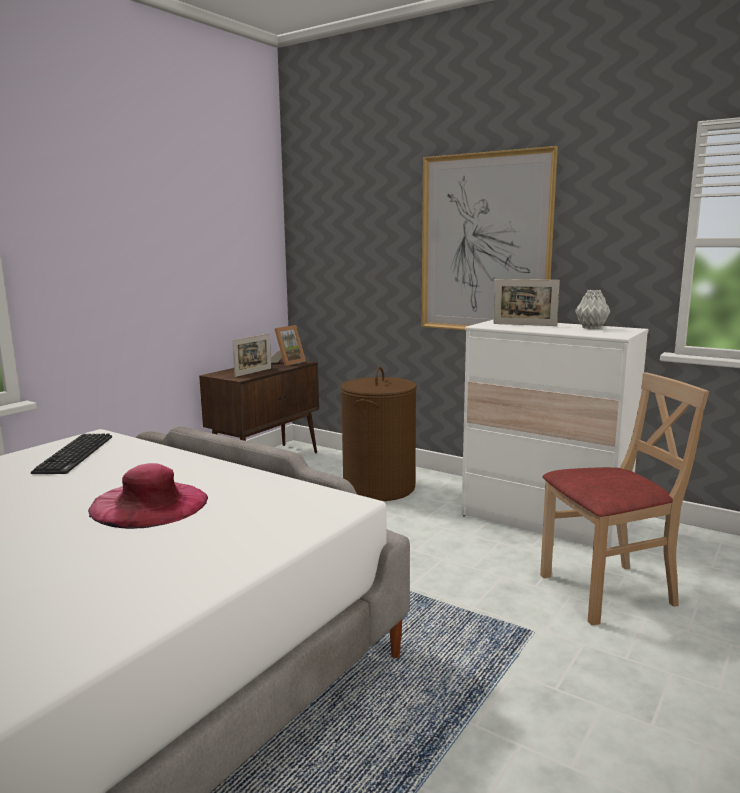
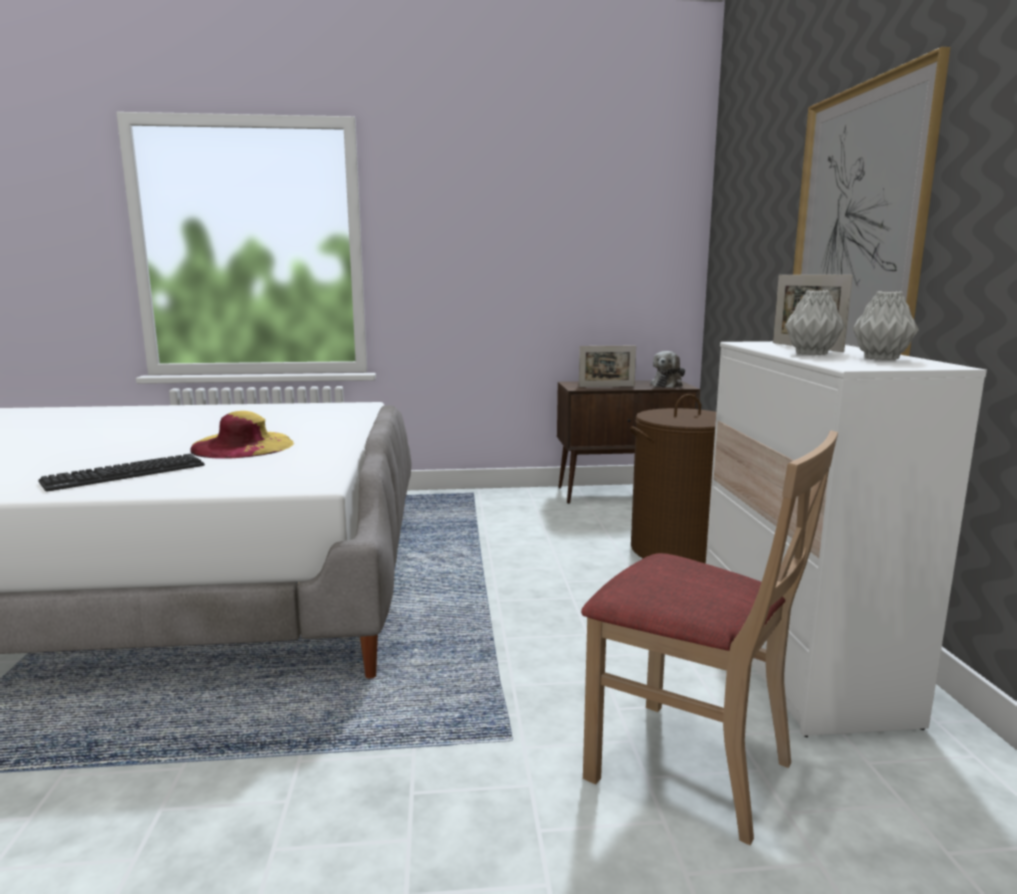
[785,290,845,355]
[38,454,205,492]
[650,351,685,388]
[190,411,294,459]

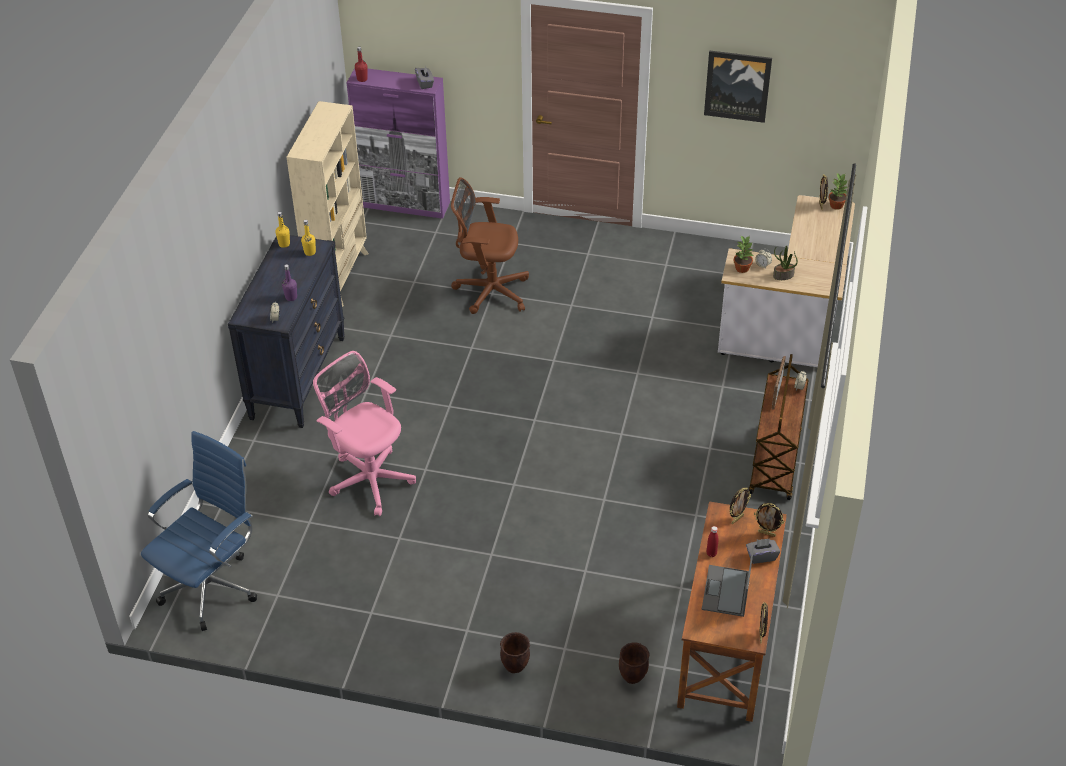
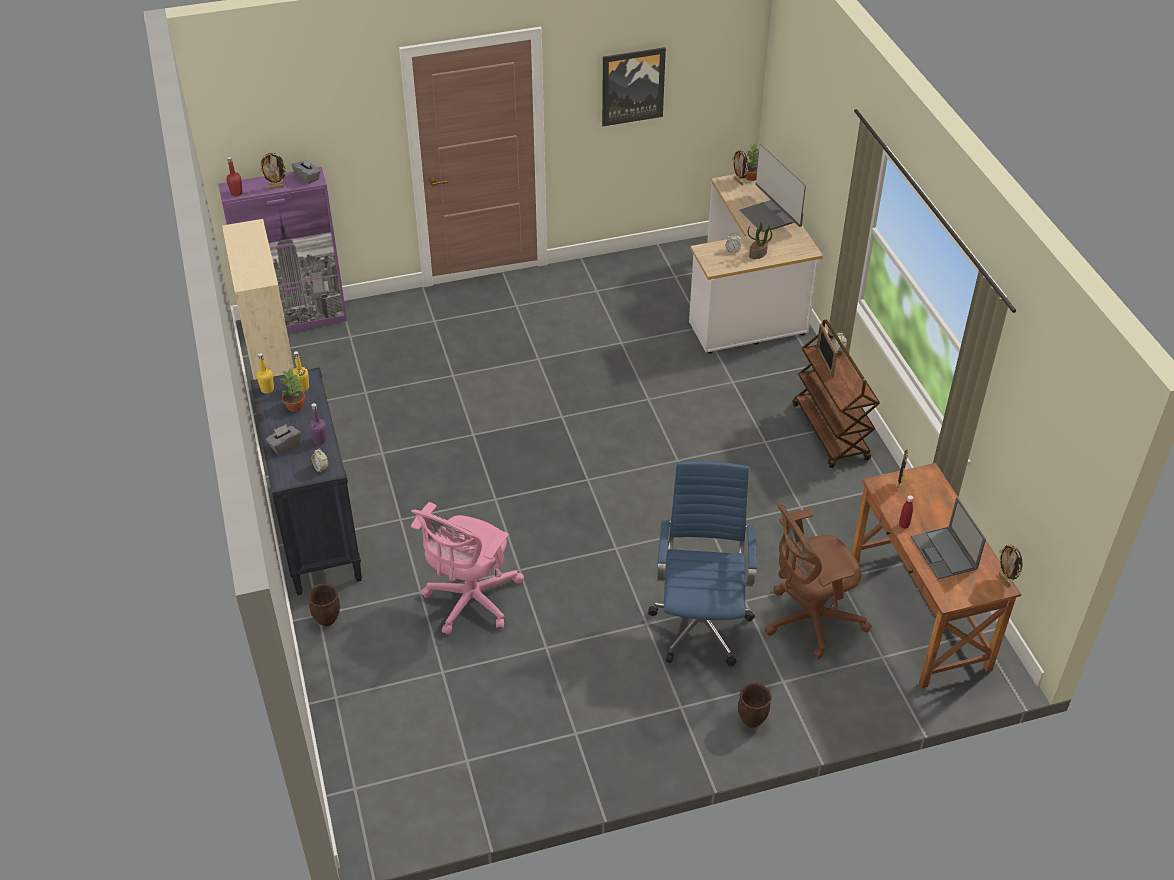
[739,144,806,232]
[648,461,757,667]
[765,503,872,659]
[308,583,340,626]
[280,367,305,412]
[266,424,301,455]
[259,152,287,188]
[411,502,524,635]

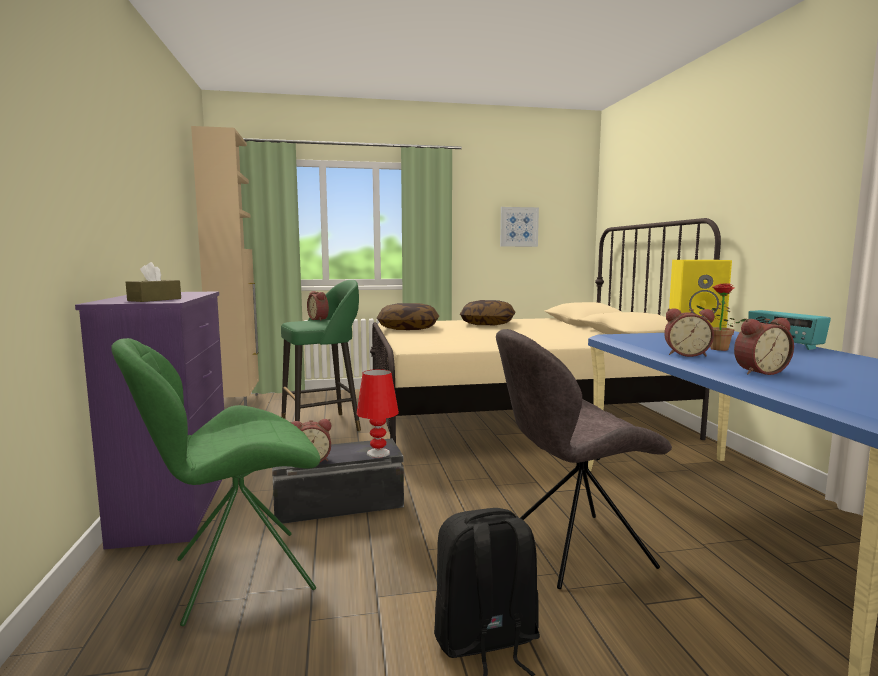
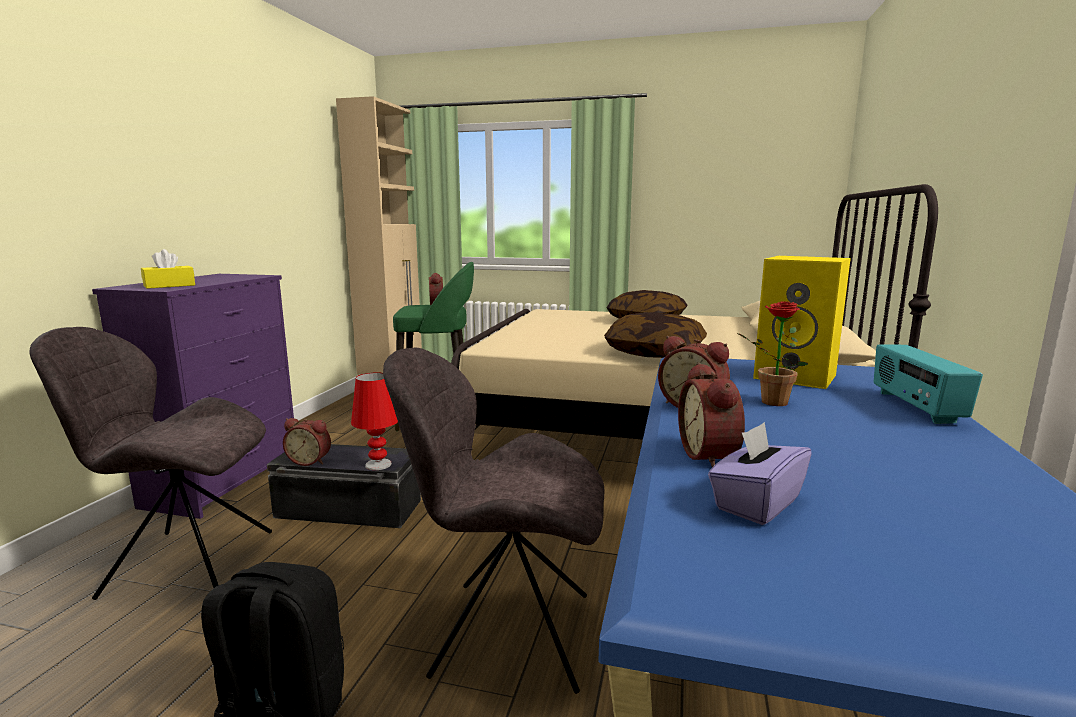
[500,207,539,247] (first image)
[708,422,812,525]
[604,312,707,358]
[30,327,272,600]
[141,249,195,289]
[678,363,745,467]

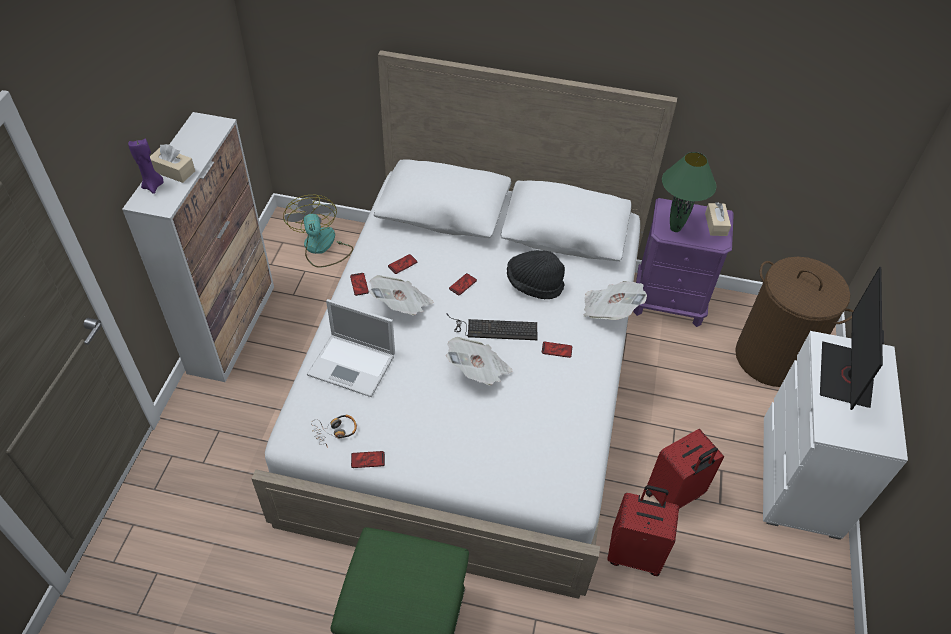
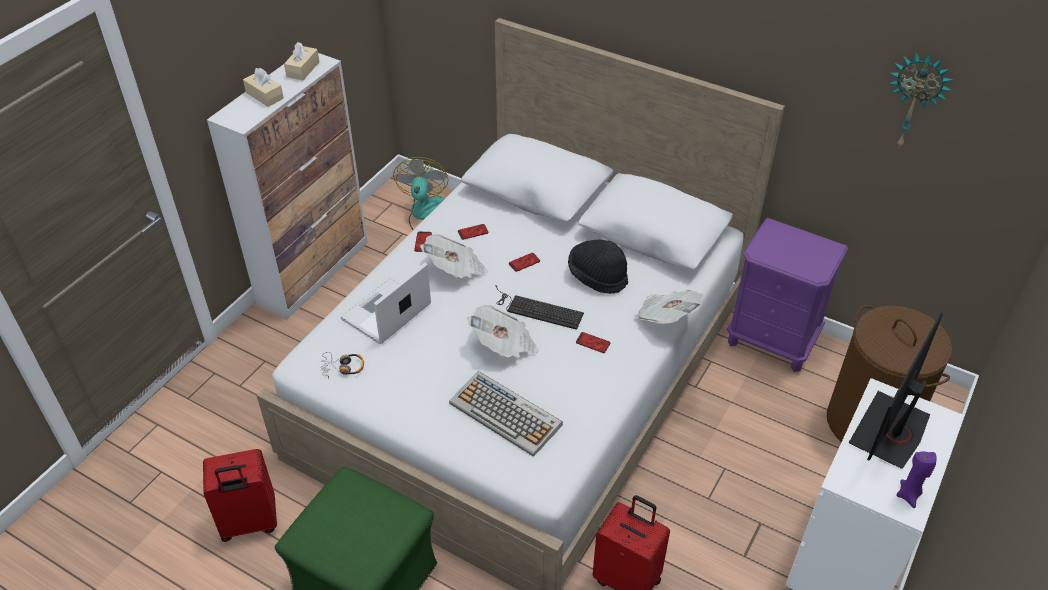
[351,451,385,468] (first image)
[662,152,716,232] (first image)
[449,371,563,457]
[888,53,954,147]
[896,451,936,508]
[203,449,277,542]
[284,42,319,80]
[341,263,431,344]

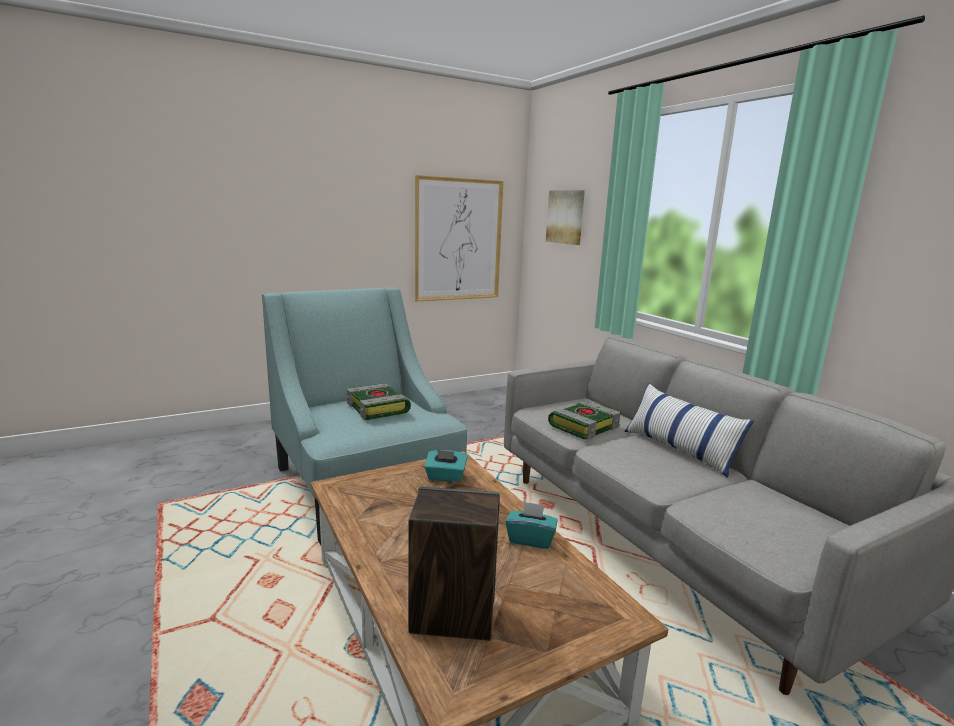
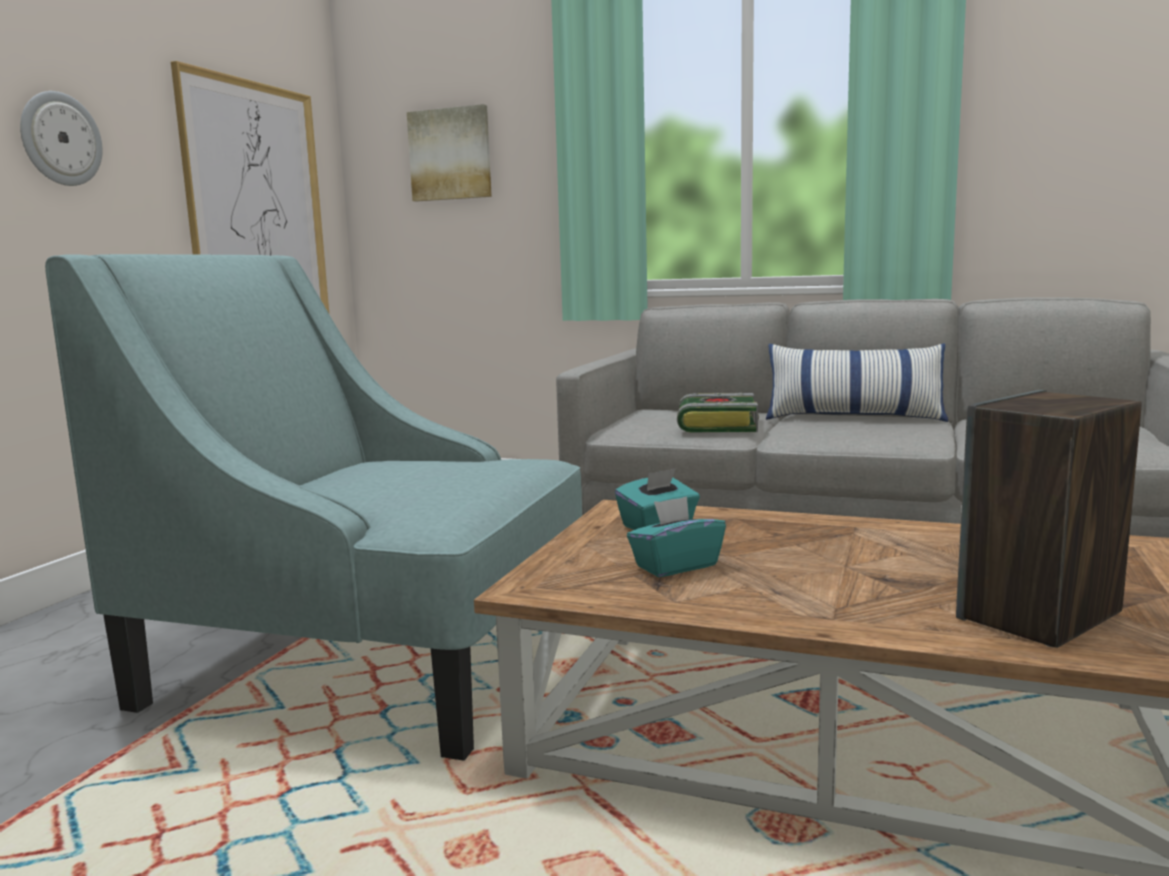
[347,383,411,420] (first image)
[20,91,103,186]
[627,496,726,577]

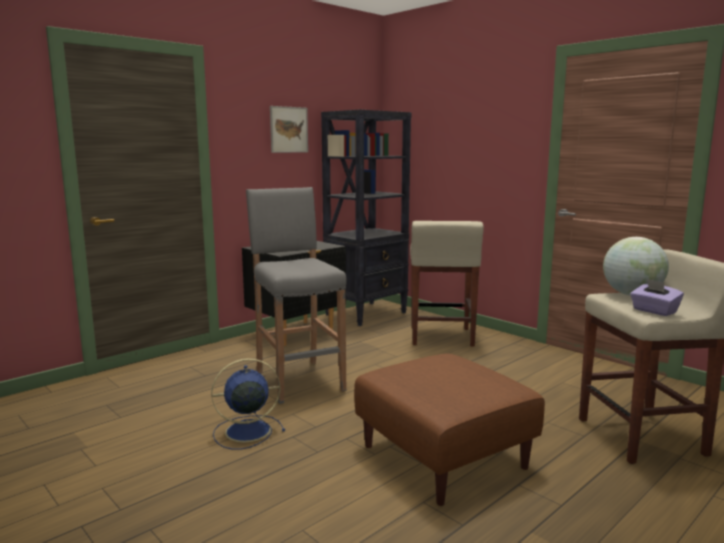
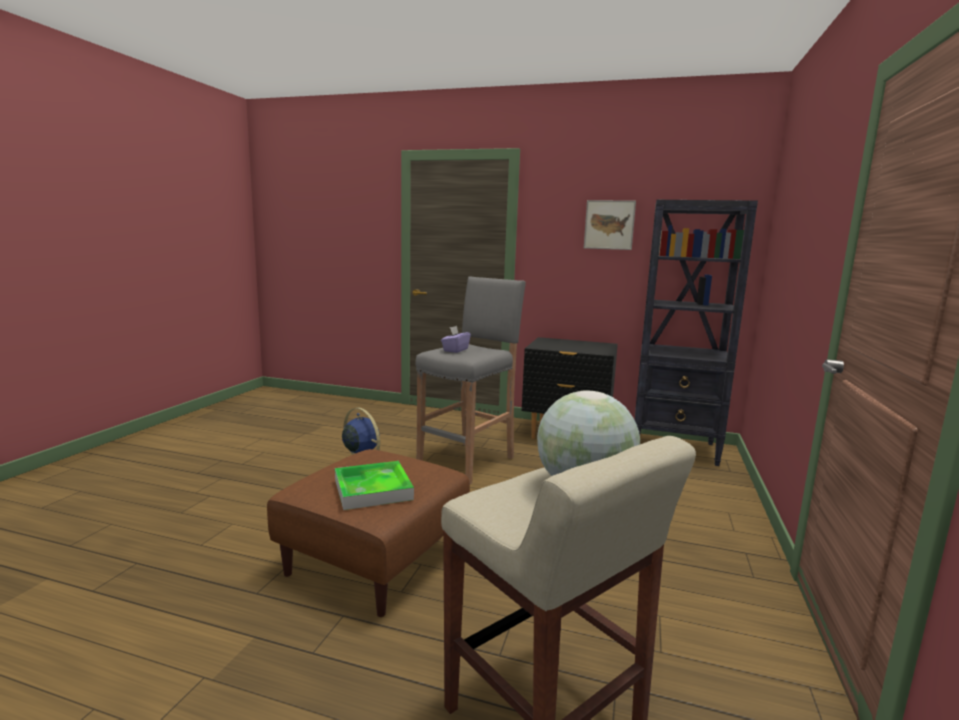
[410,221,484,347] (first image)
[335,461,414,510]
[441,326,471,353]

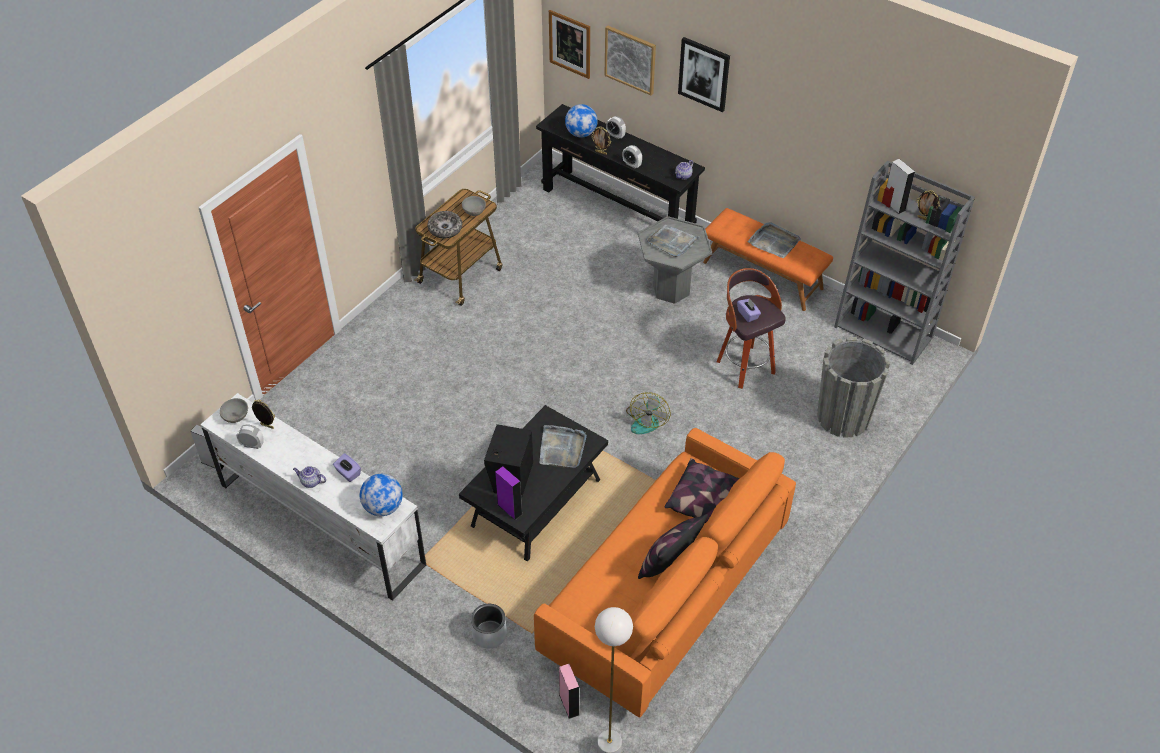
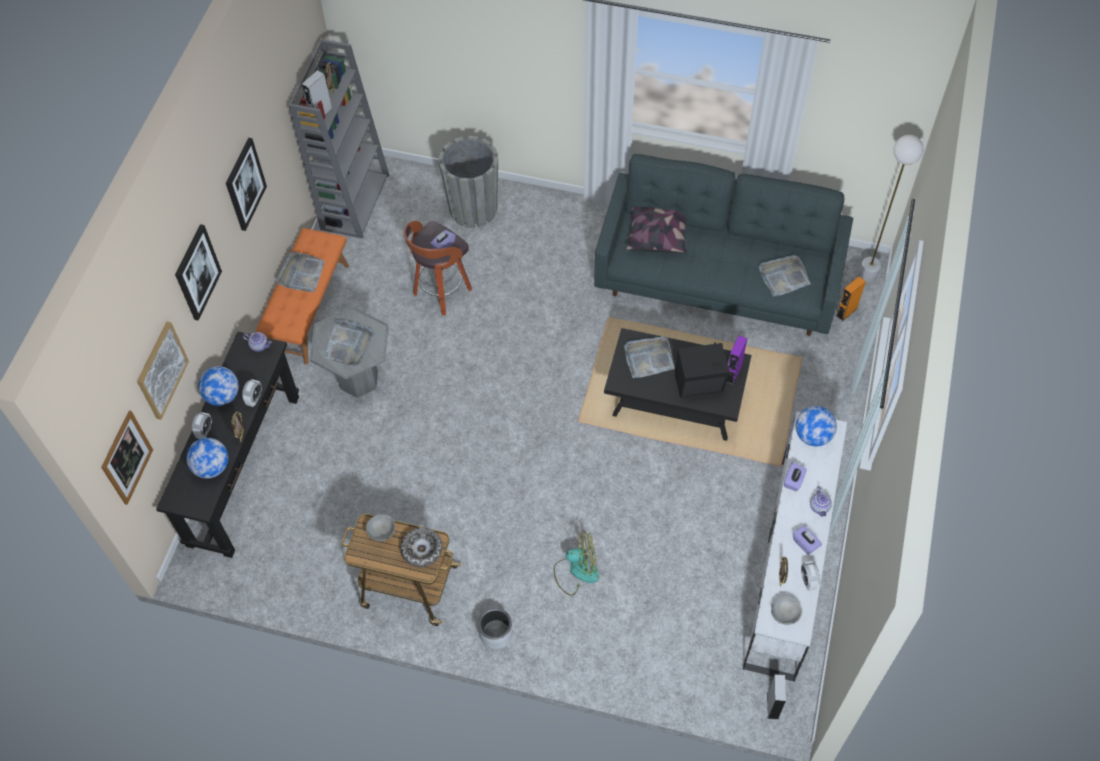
[638,514,708,579] (first image)
[198,366,239,406]
[226,138,267,231]
[759,255,811,296]
[792,526,822,555]
[478,608,513,649]
[554,531,599,596]
[594,154,853,336]
[836,276,866,321]

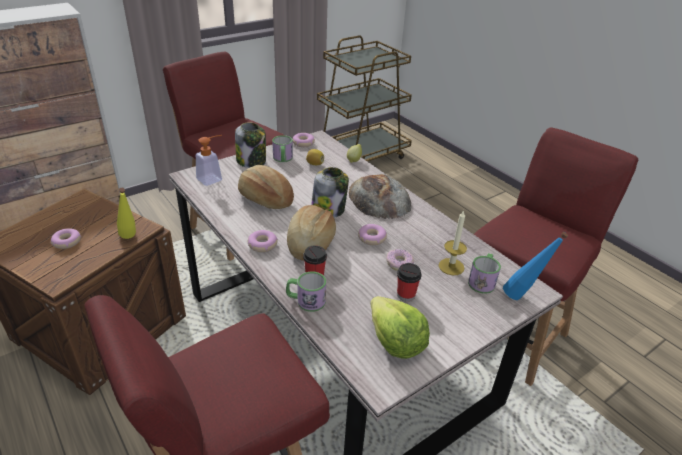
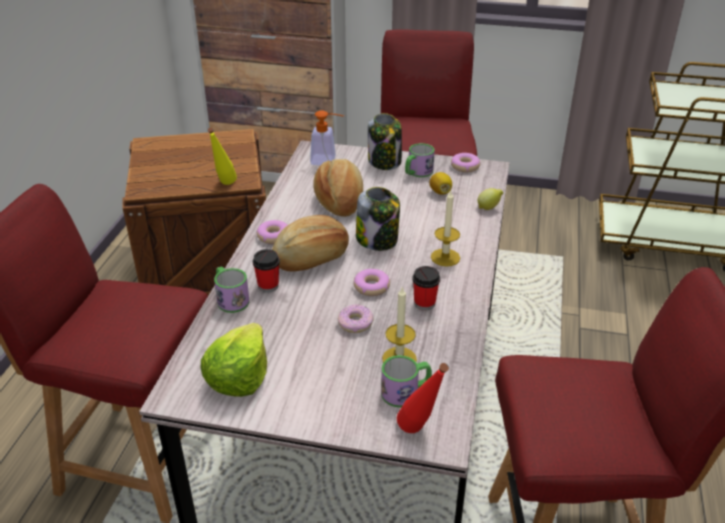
[51,228,81,249] (first image)
[412,266,440,310]
[431,191,460,267]
[397,363,449,433]

